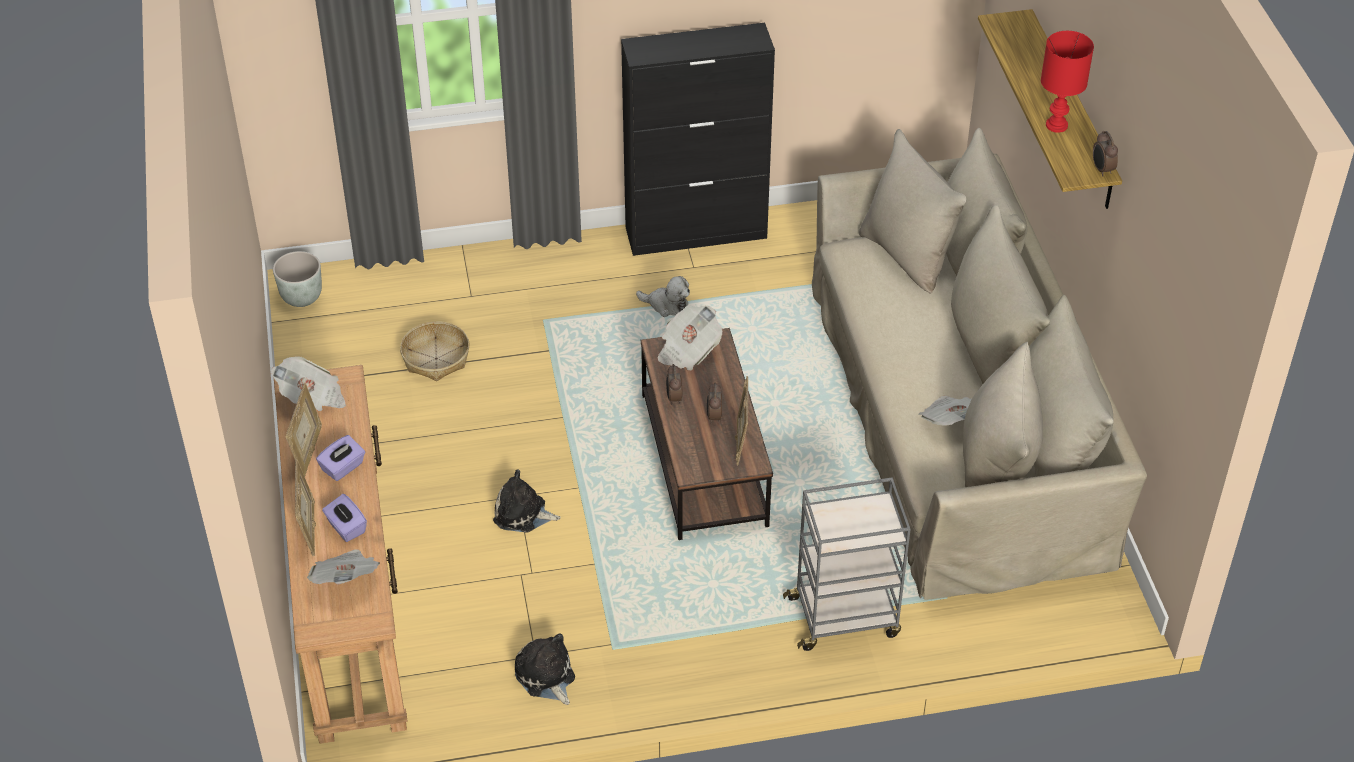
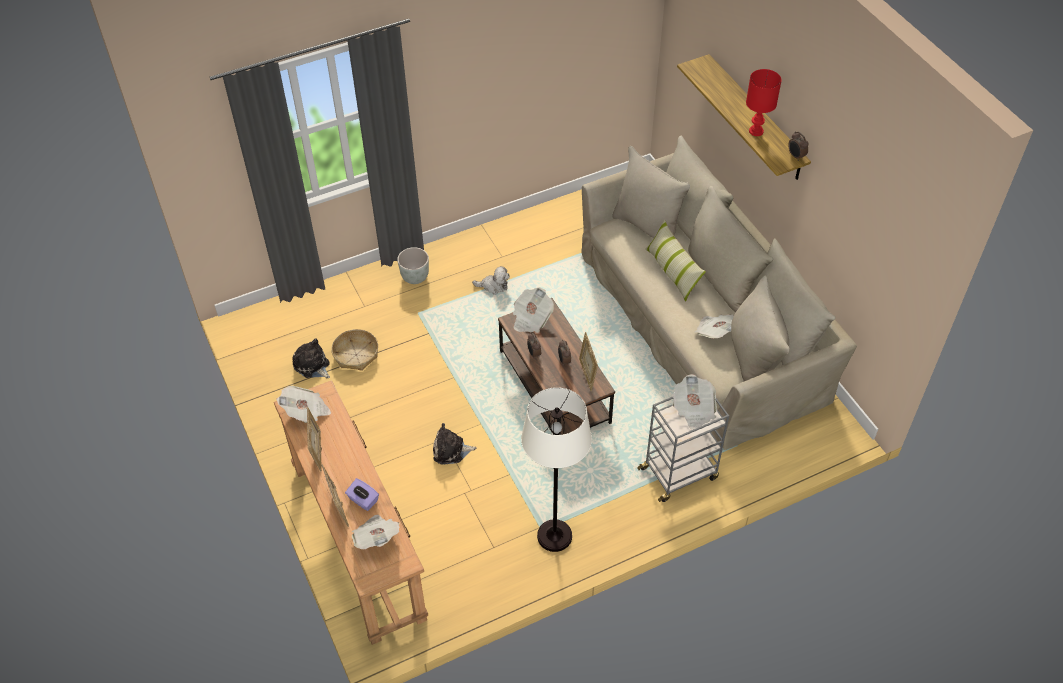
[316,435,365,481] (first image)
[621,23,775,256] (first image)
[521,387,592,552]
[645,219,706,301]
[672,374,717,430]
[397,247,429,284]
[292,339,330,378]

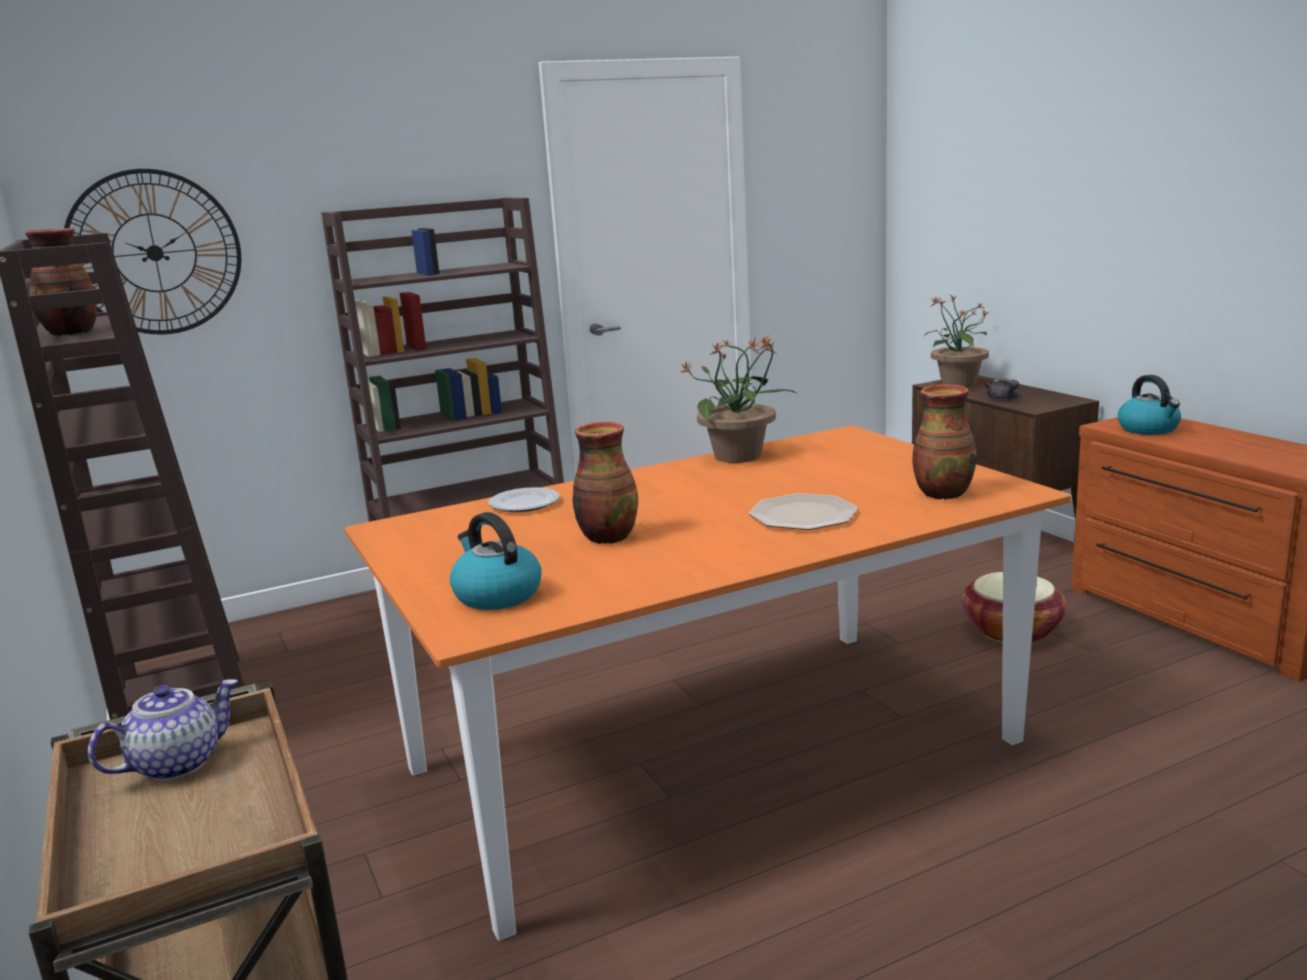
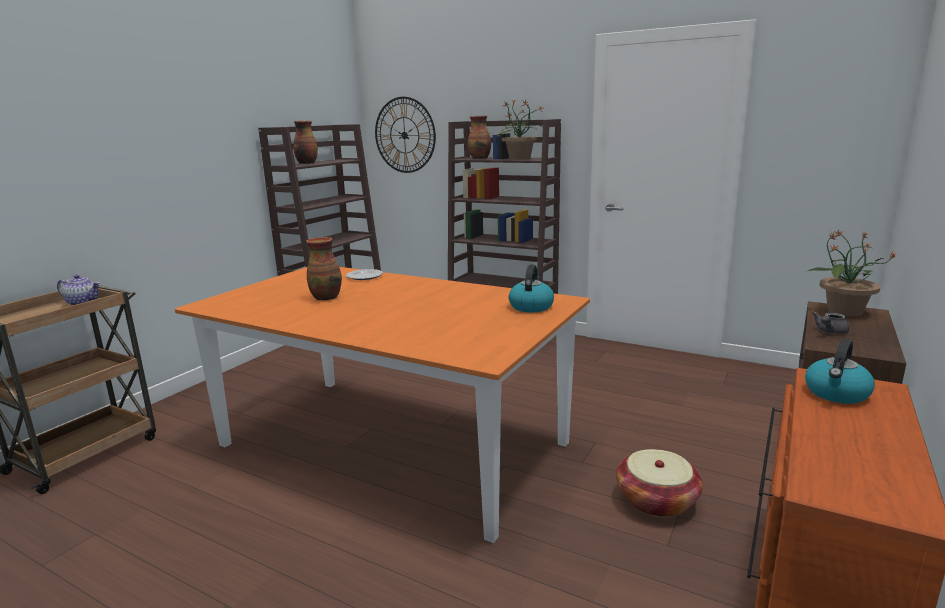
[748,493,858,530] (first image)
[509,265,554,312]
[498,99,543,160]
[468,116,491,159]

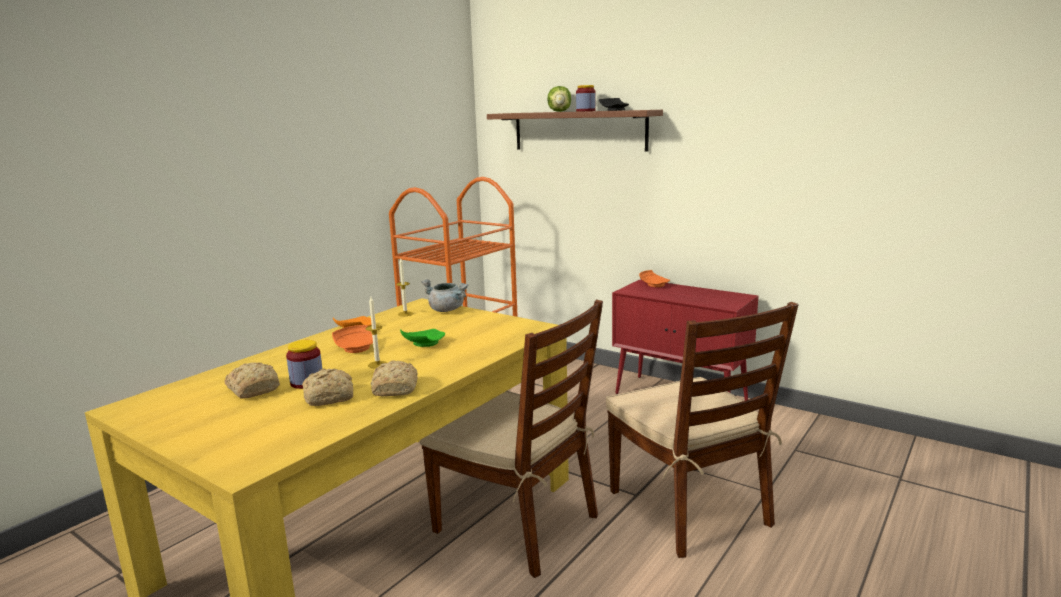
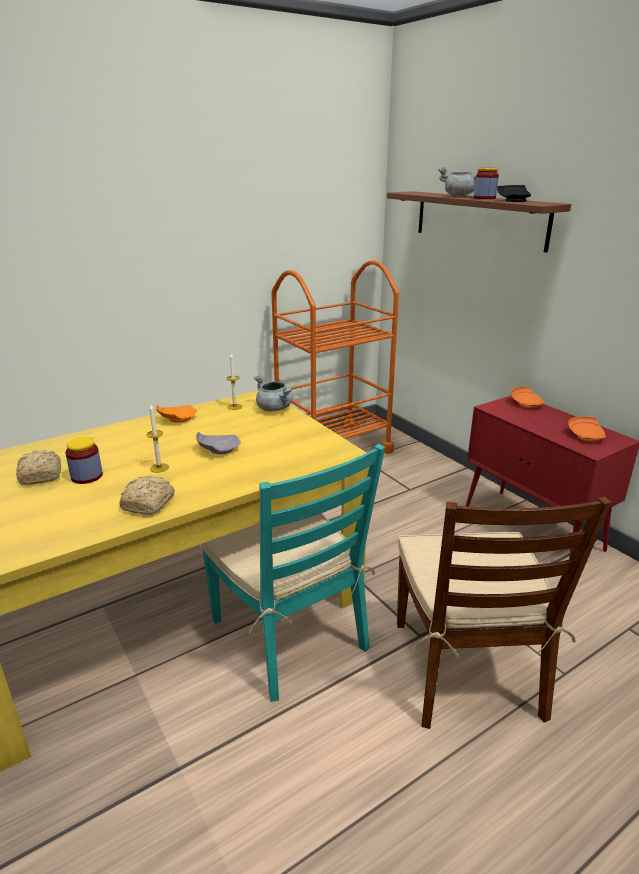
[302,368,353,406] (first image)
[568,416,606,442]
[439,167,479,197]
[196,432,241,454]
[200,444,385,702]

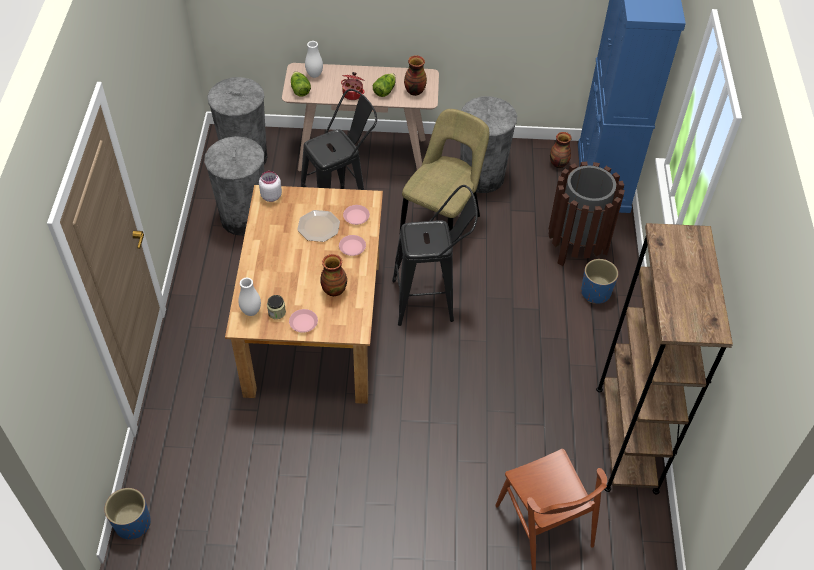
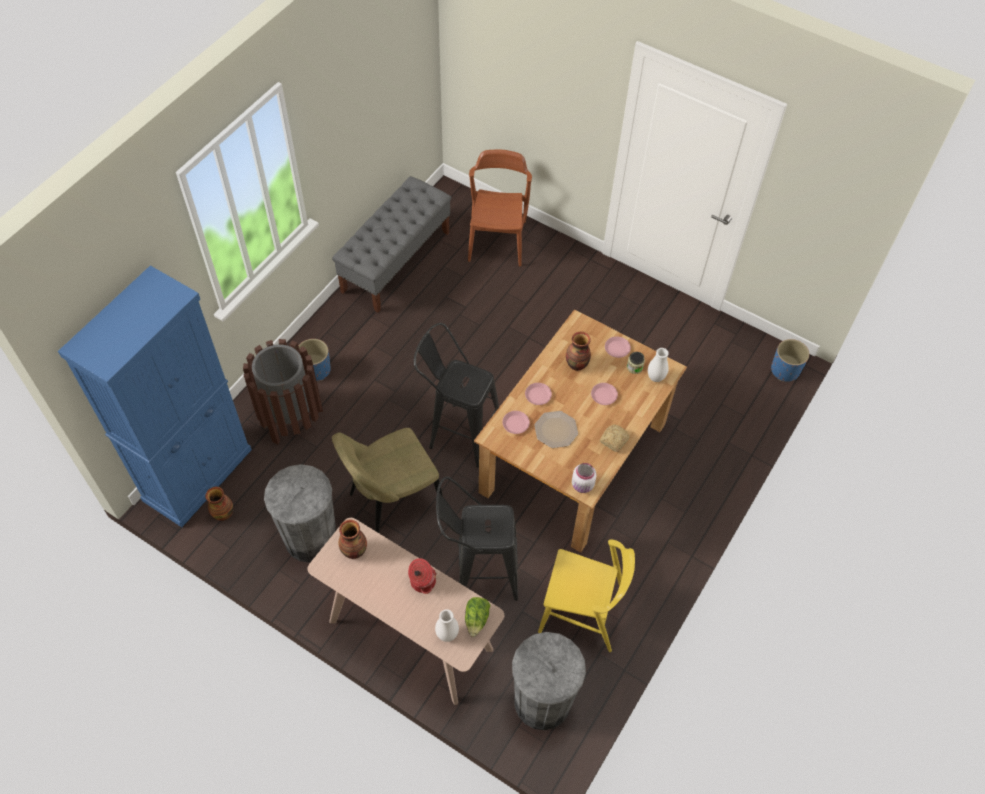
[373,73,396,97] (first image)
[591,383,618,405]
[600,424,629,452]
[538,539,635,652]
[332,176,451,313]

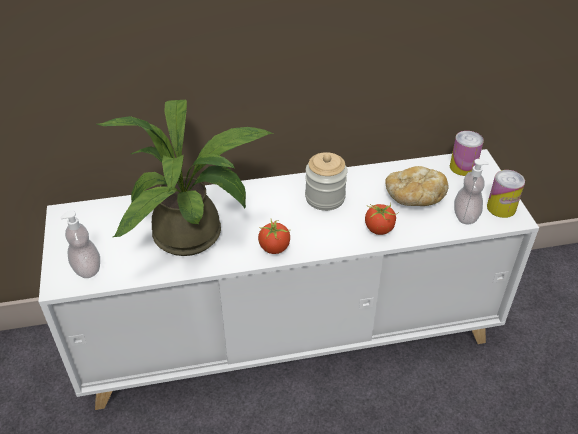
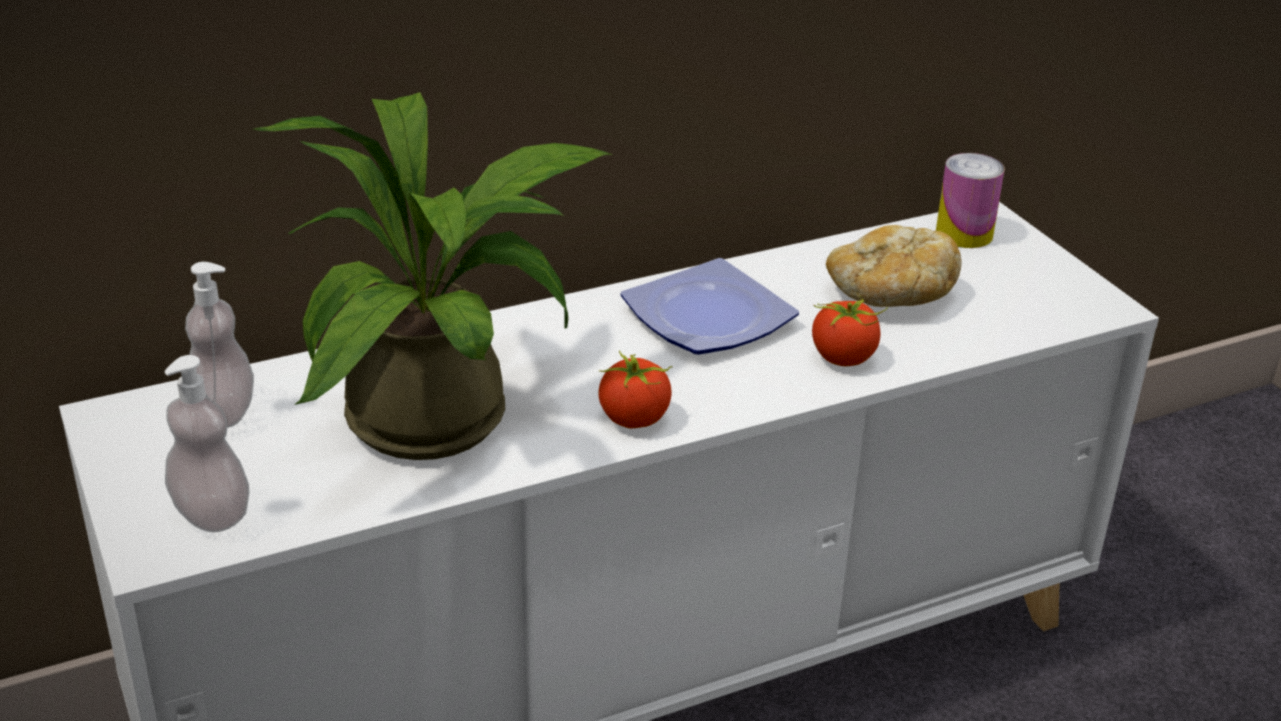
[487,170,525,218] (first image)
[185,262,254,428]
[620,258,799,355]

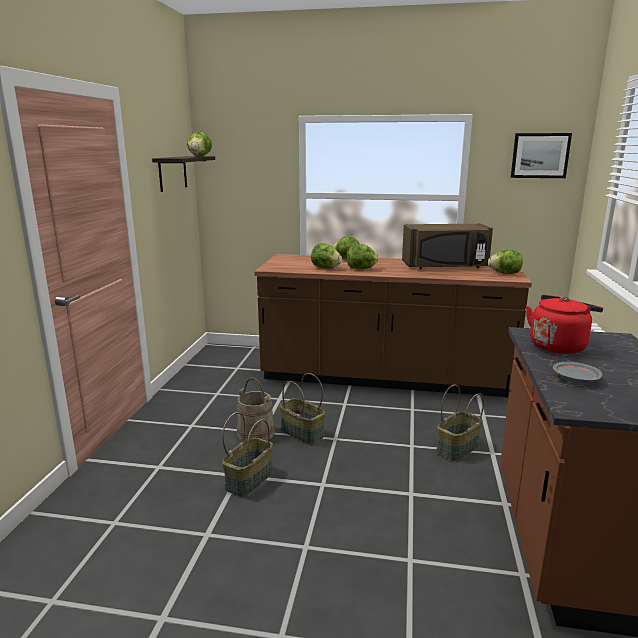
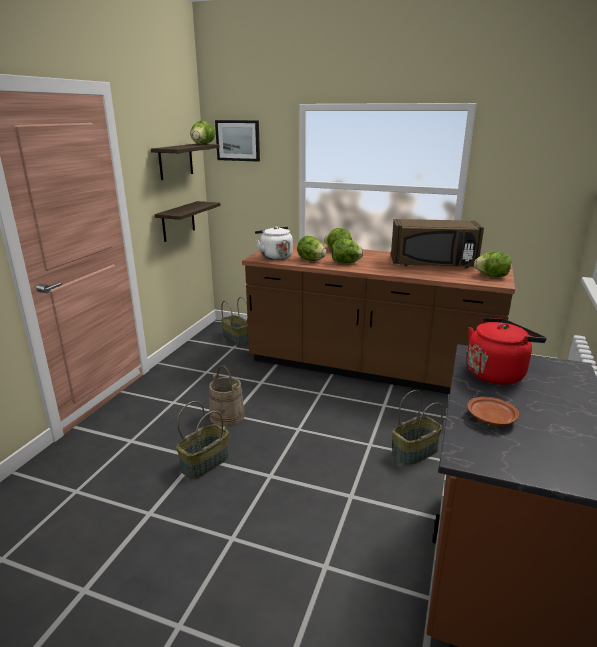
[155,201,220,242]
[255,226,293,260]
[221,297,249,346]
[215,120,260,162]
[467,397,519,426]

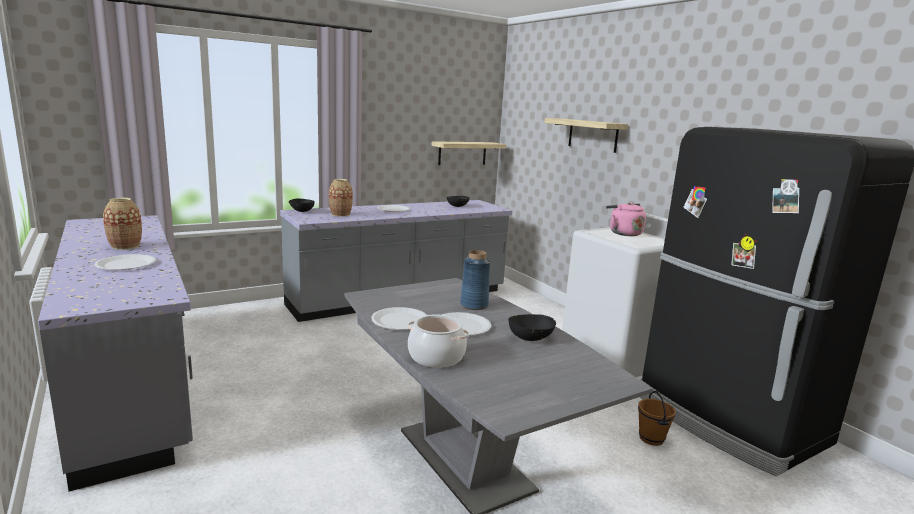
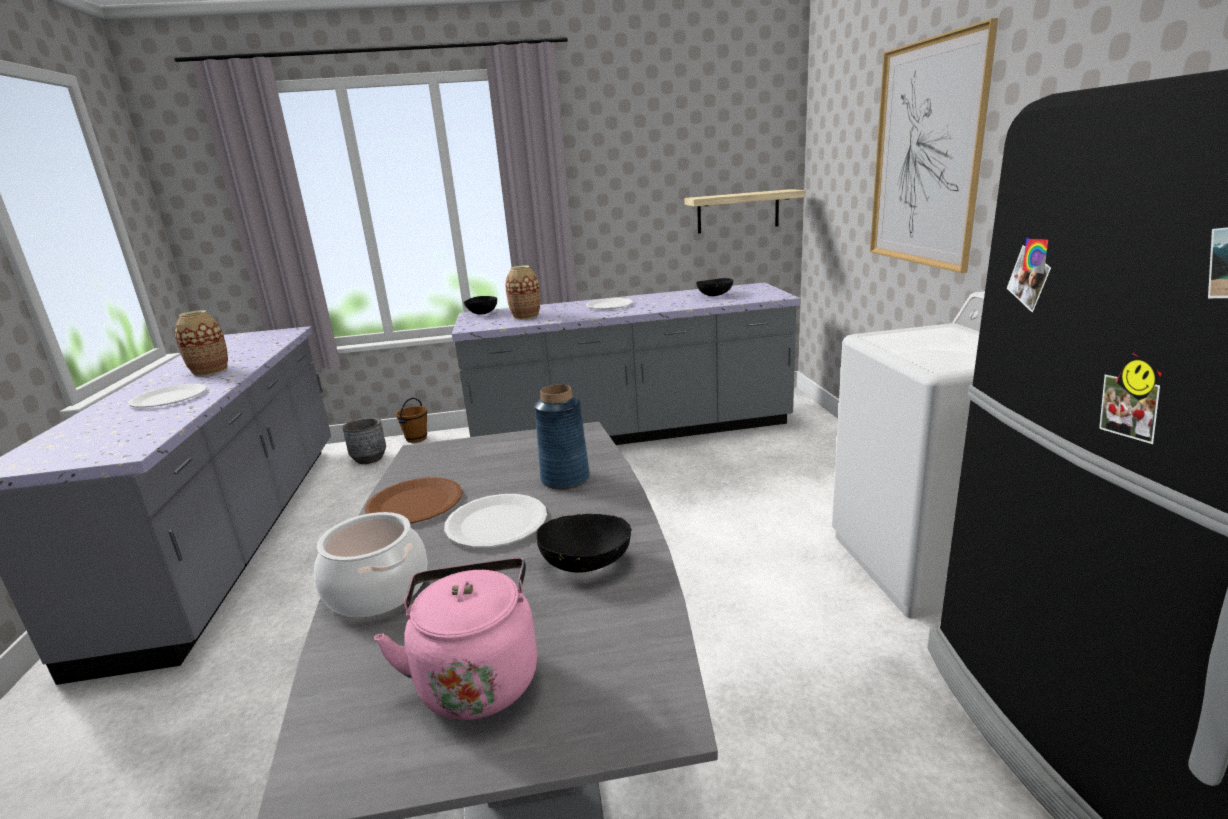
[343,418,386,464]
[374,558,537,720]
[396,398,427,443]
[870,18,998,273]
[365,477,463,524]

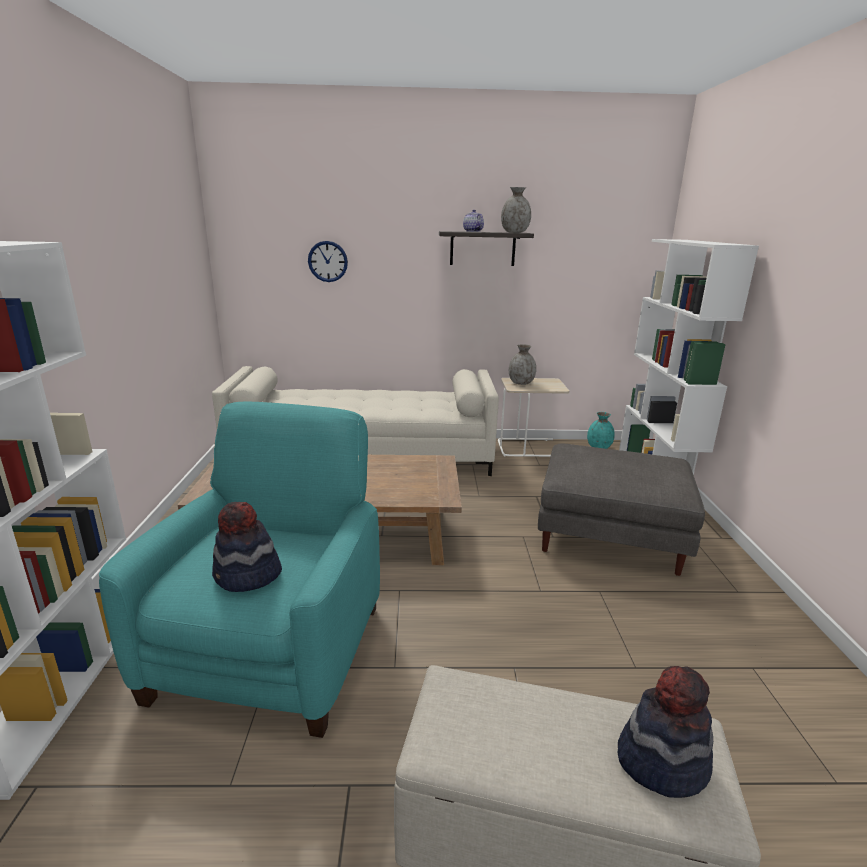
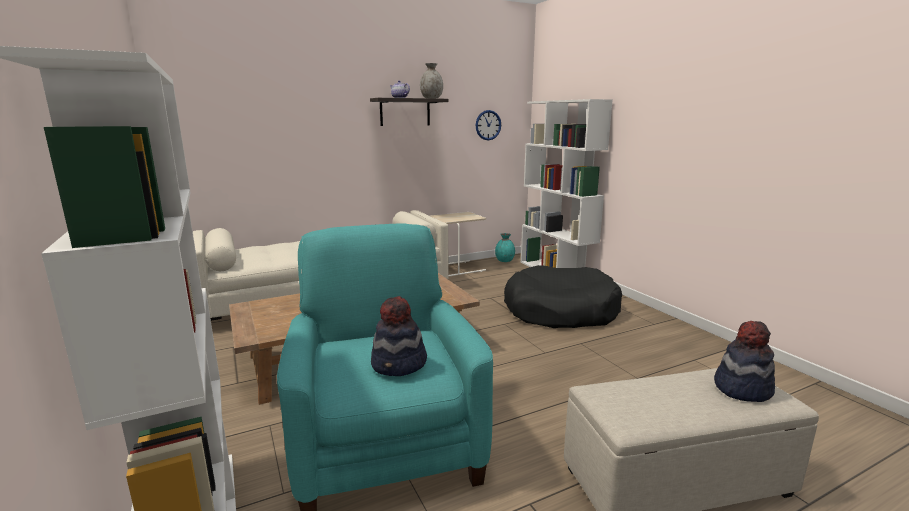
[509,344,536,385] (first image)
[475,110,501,140]
[504,265,622,328]

